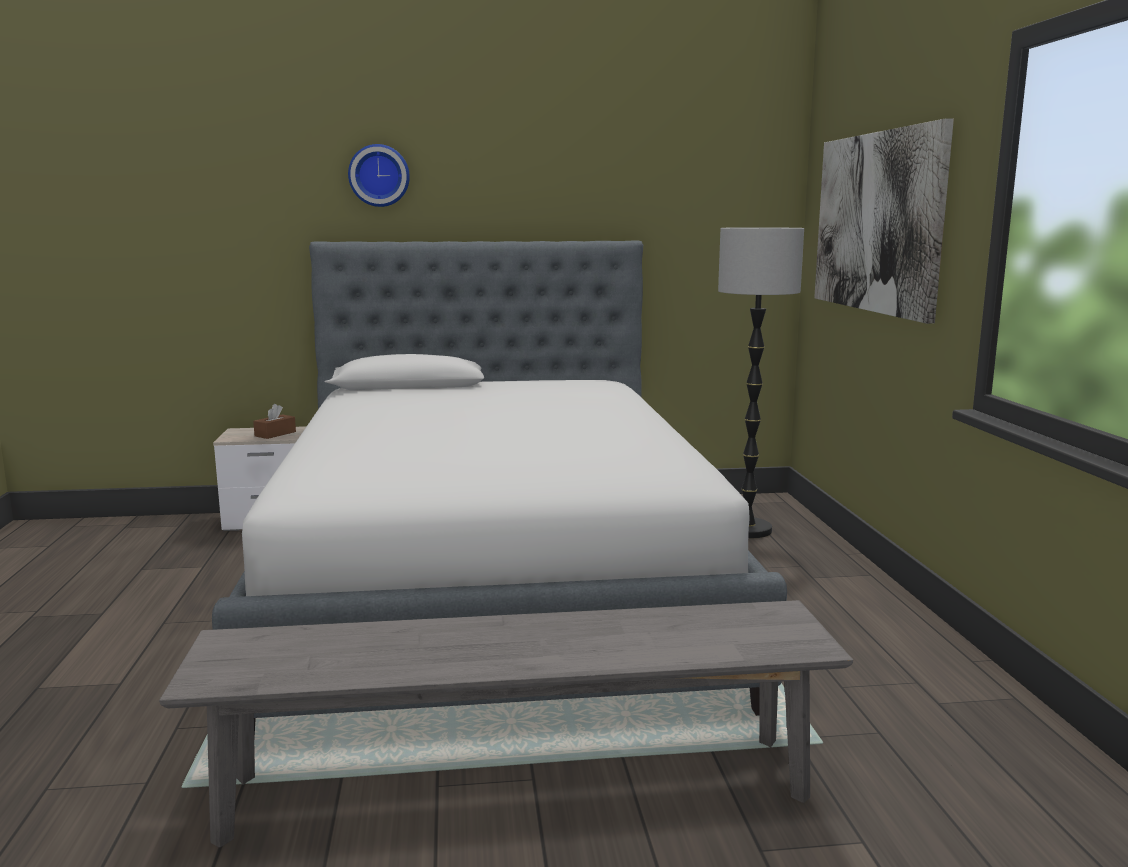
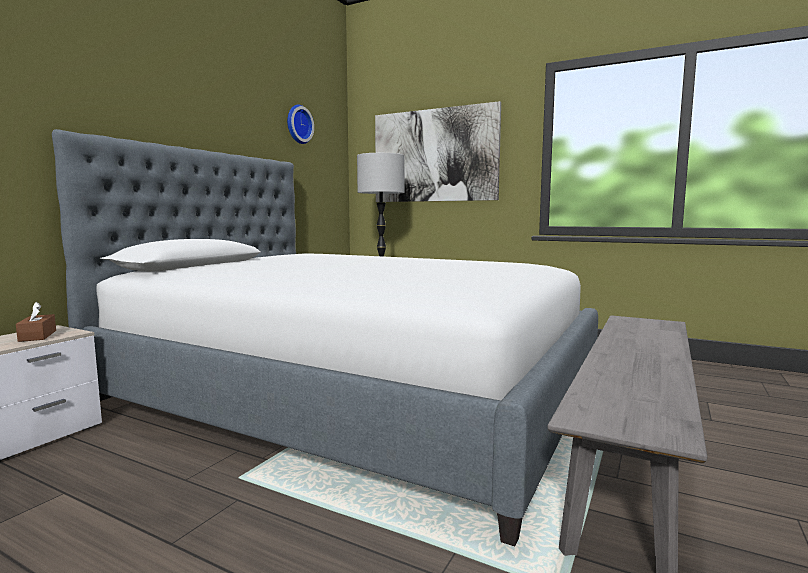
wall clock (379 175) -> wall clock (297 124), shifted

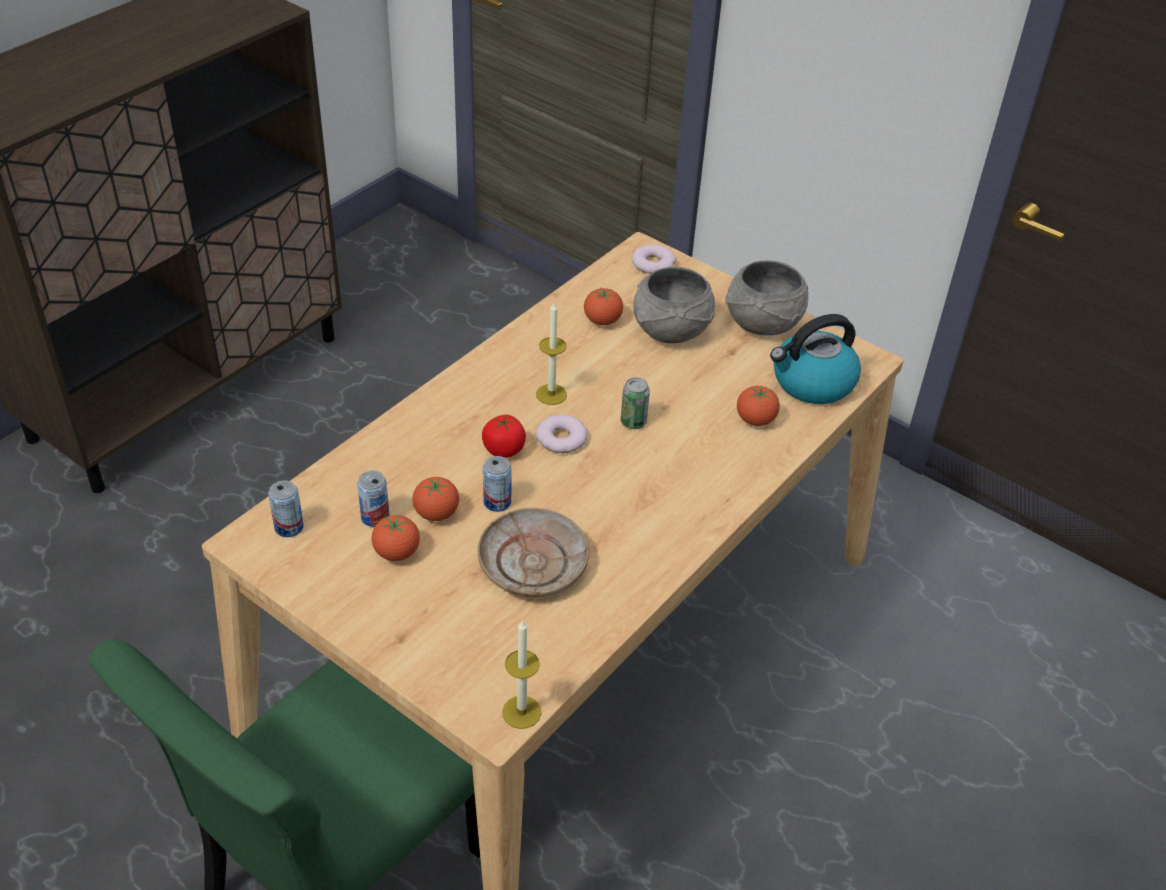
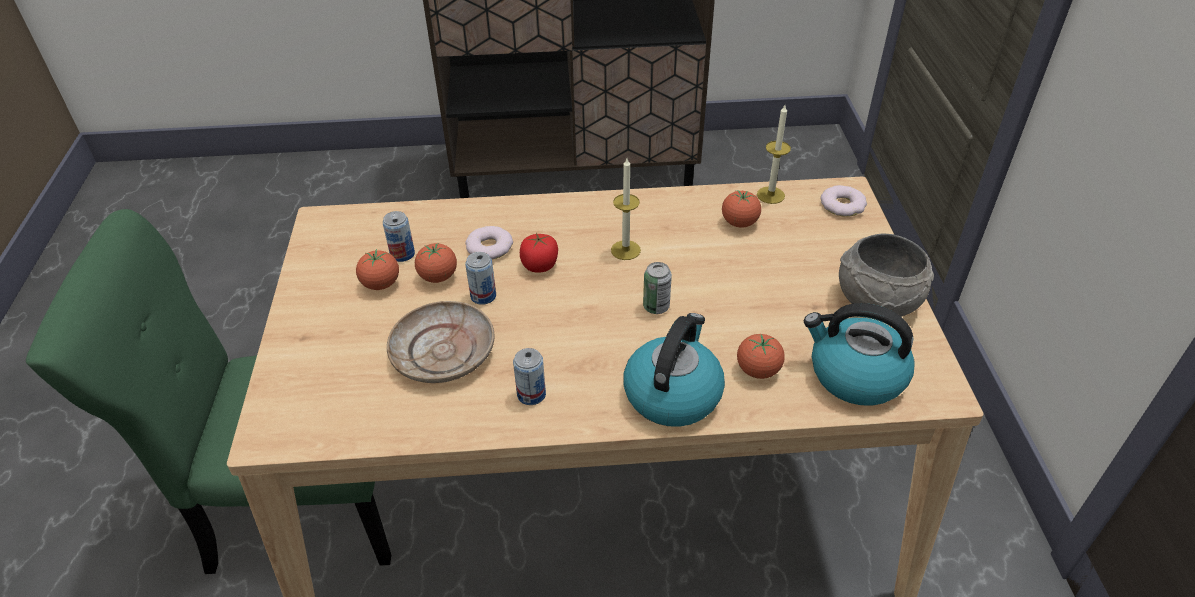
donut (561 438) -> donut (489 247), shifted
can (289 527) -> can (531 394), shifted
none -> kettle (672 393)
candle (521 712) -> candle (770 195), shifted
grey bowl (670 331) -> none

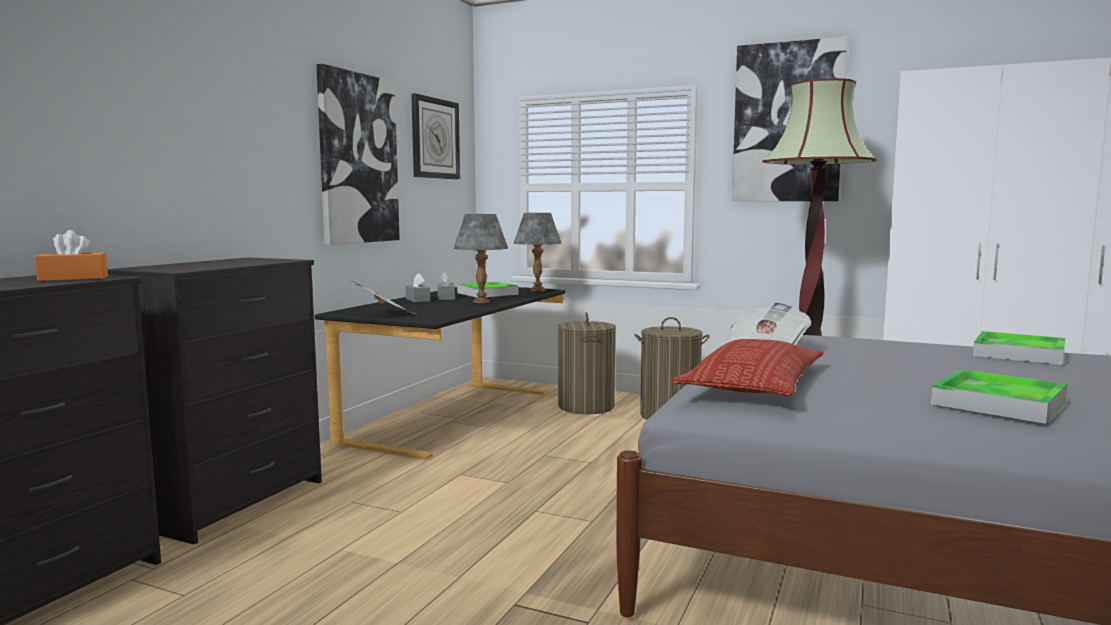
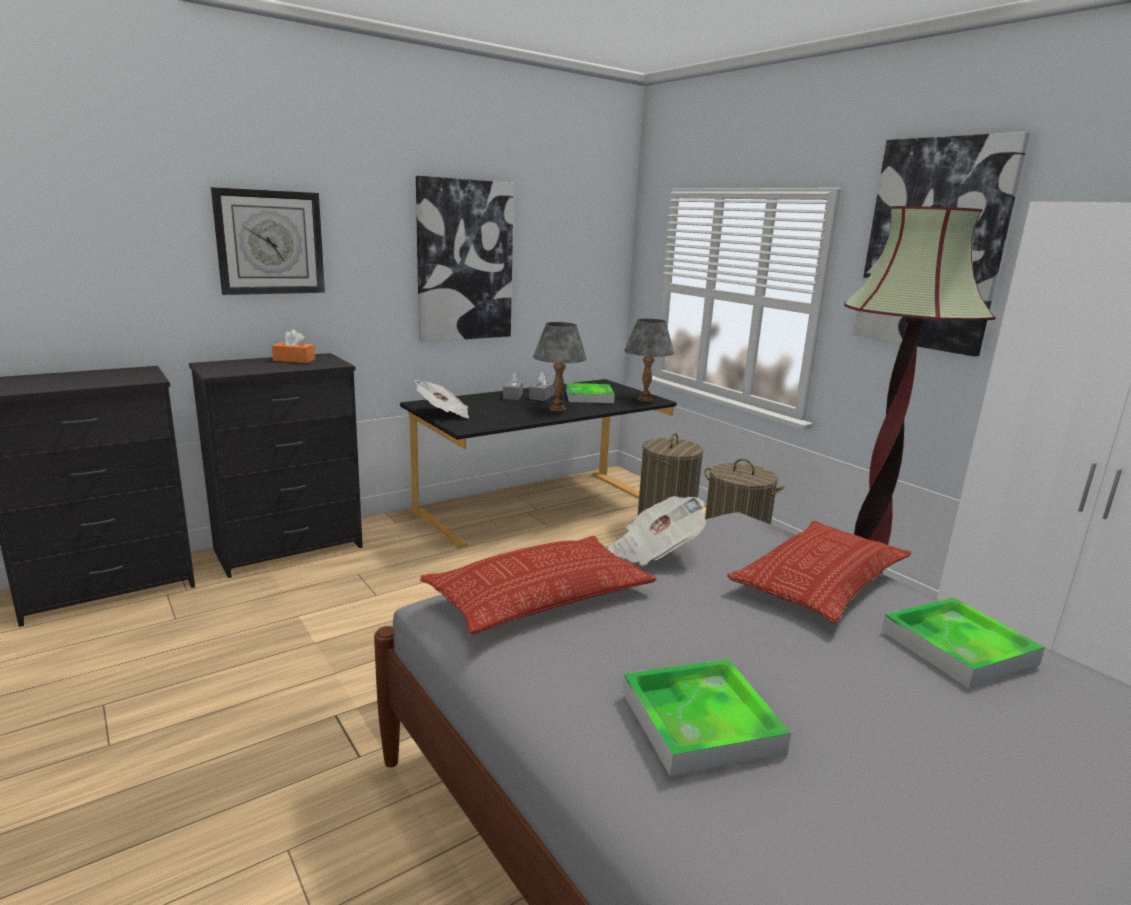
wall clock (435 138) -> wall clock (270 242), shifted
orange tissue box (73 278) -> orange tissue box (294 360), shifted
none -> pillow (820 580)

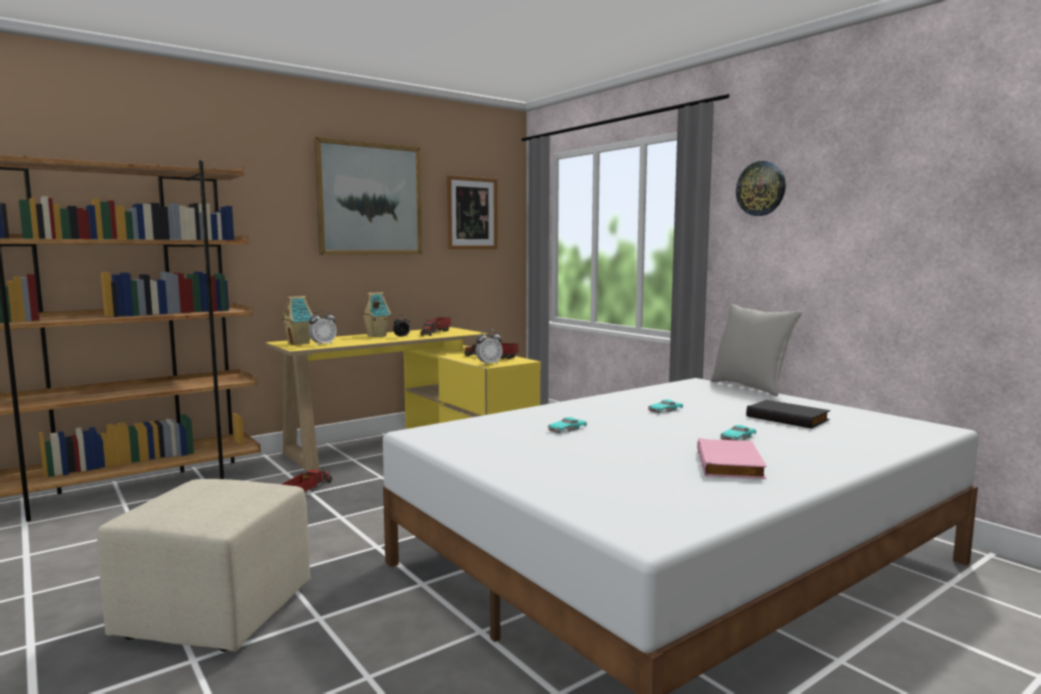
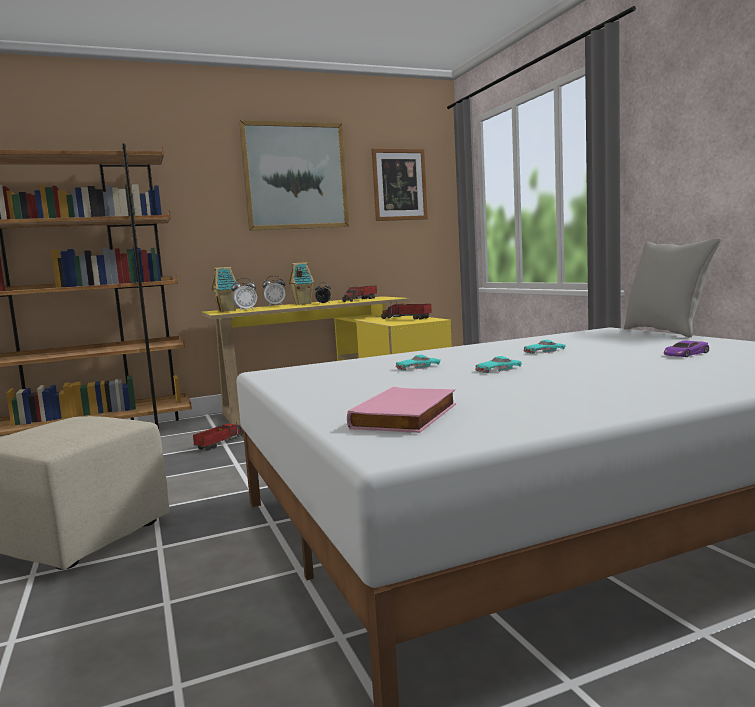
alarm clock (489 364) -> alarm clock (275 305), shifted
pink book (731 464) -> pink book (407 417), shifted
turquoise toy car (738 437) -> turquoise toy car (498 369), shifted
black book (788 418) -> purple toy car (686 354)
wall clock (761 188) -> none

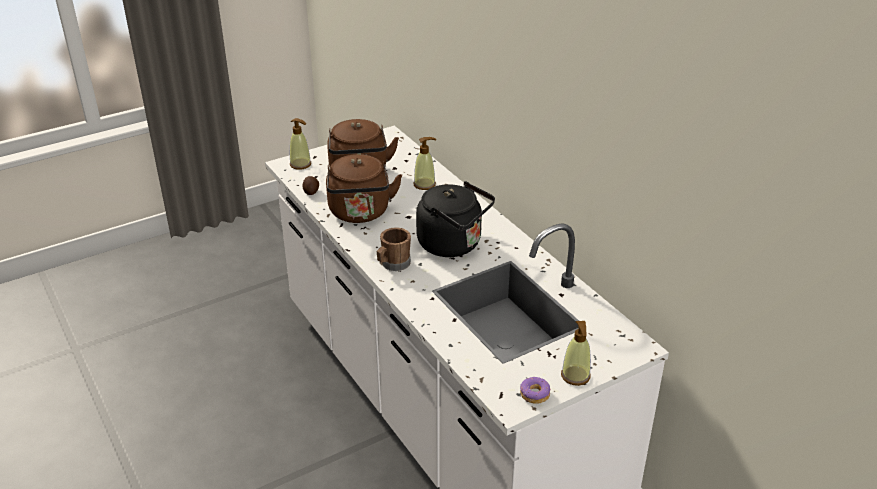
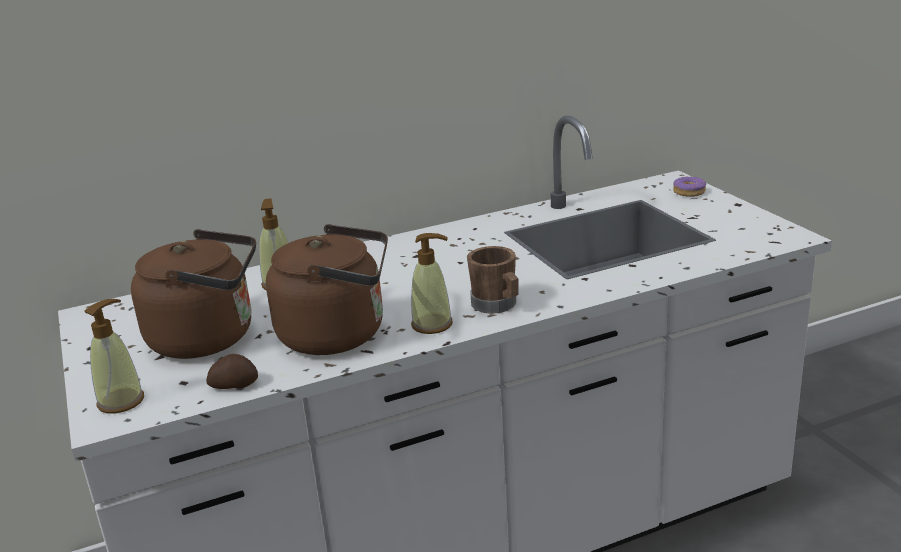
soap dispenser (575 376) -> soap dispenser (432 325), shifted
donut (535 394) -> donut (689 192), shifted
black kettle (453 245) -> none

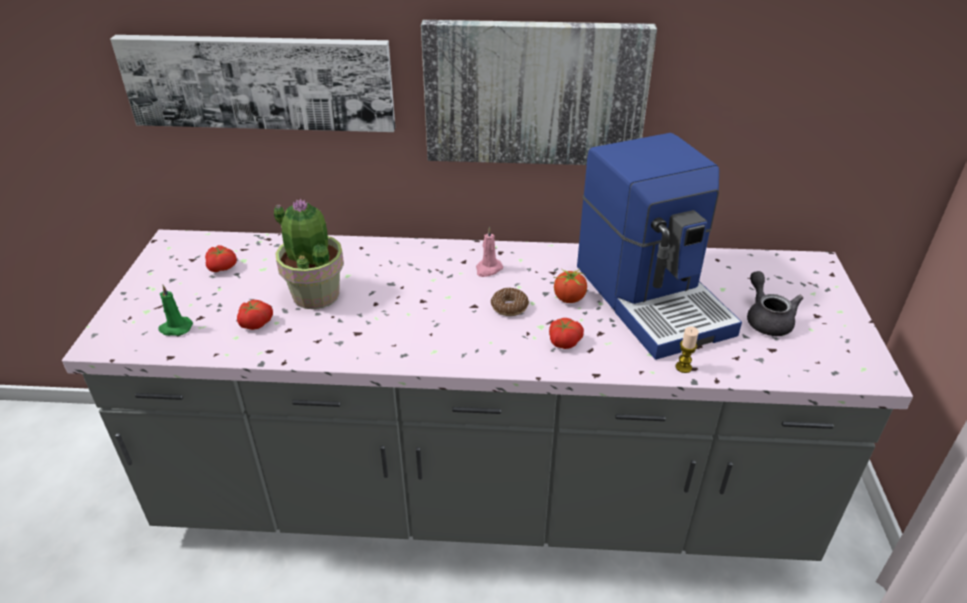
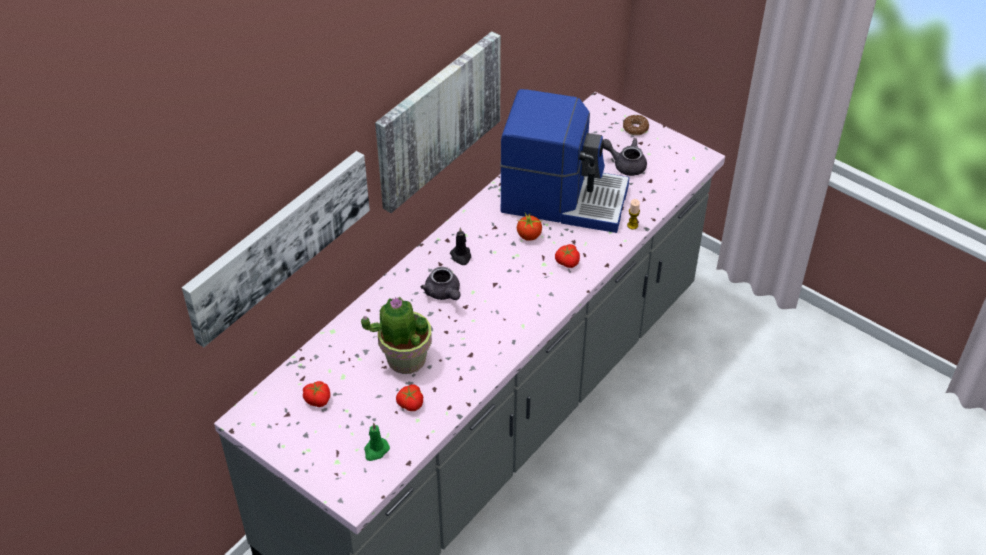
none -> grey teapot (443 293)
pink candle (488 269) -> black candle (461 256)
donut (509 307) -> donut (635 128), shifted

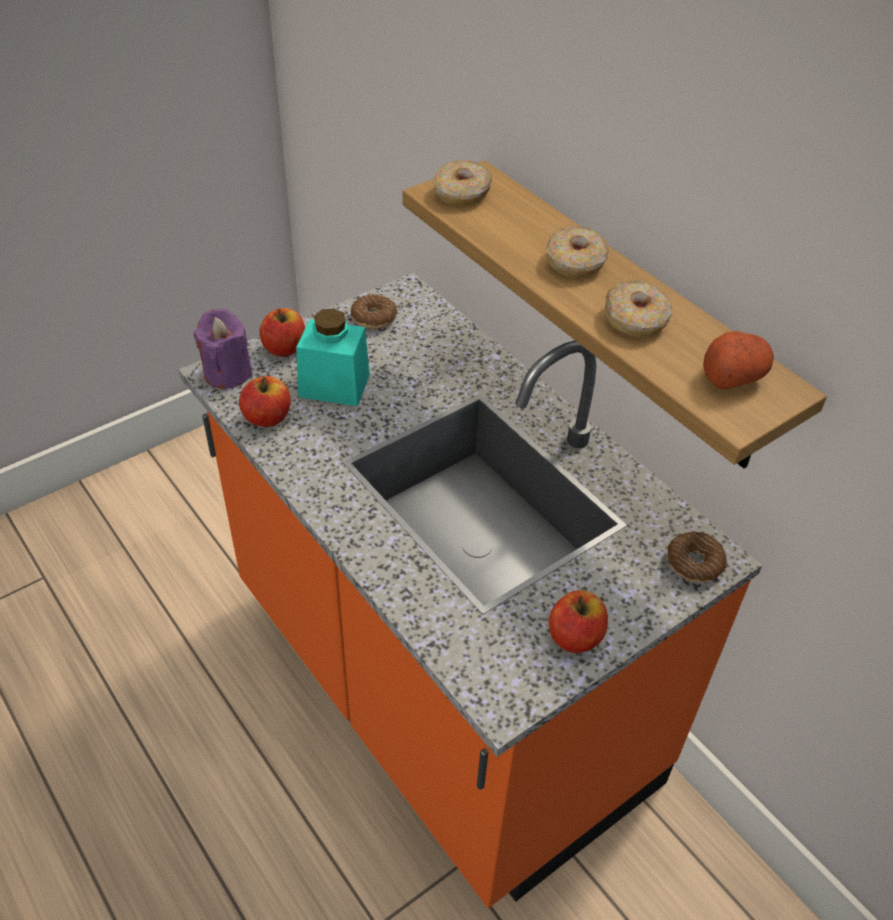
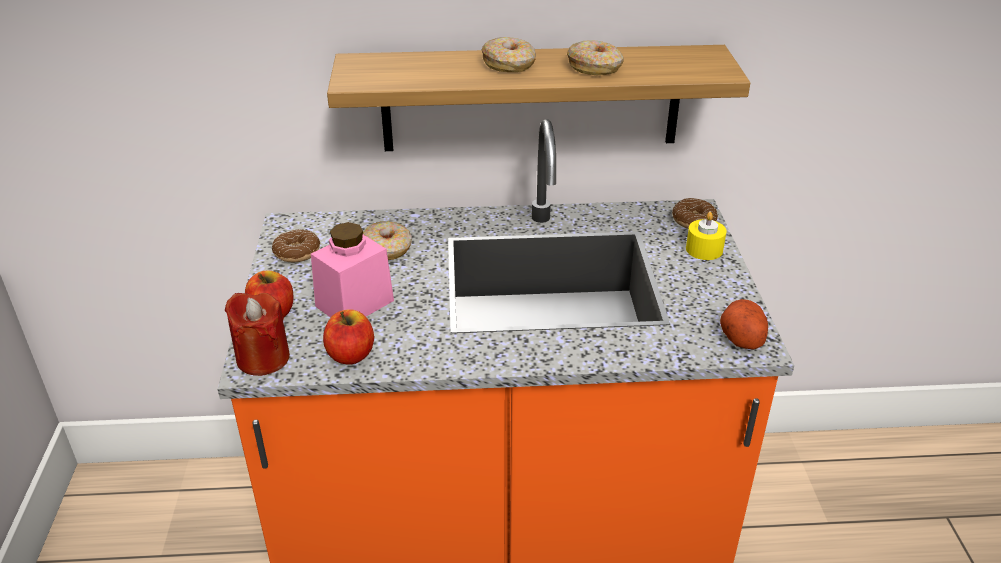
purple candle (227 373) -> red candle (263 358)
turquoise jar (334 385) -> pink jar (354 303)
donut (462 193) -> donut (387 248), shifted
none -> yellow candle (704 249)
potato (732 376) -> potato (741 336), shifted
apple (575 637) -> none

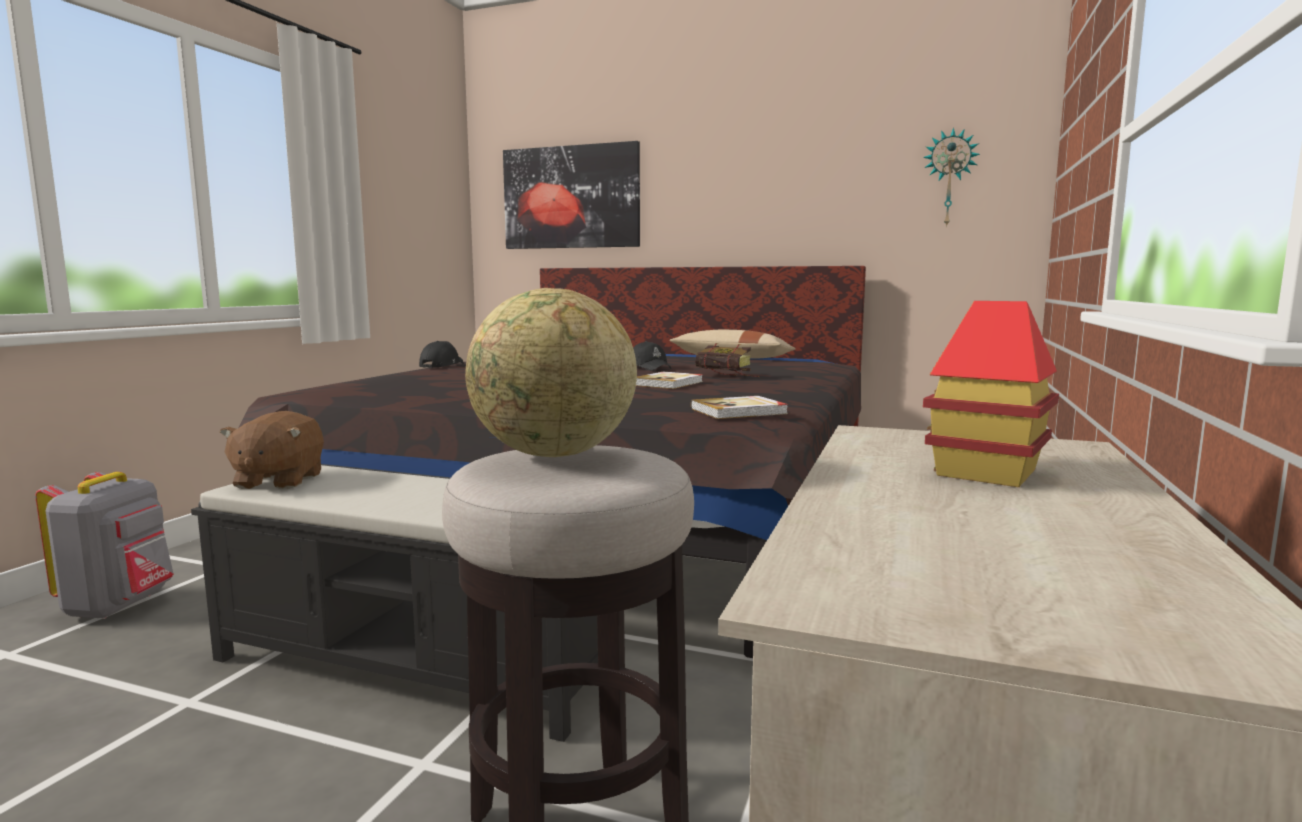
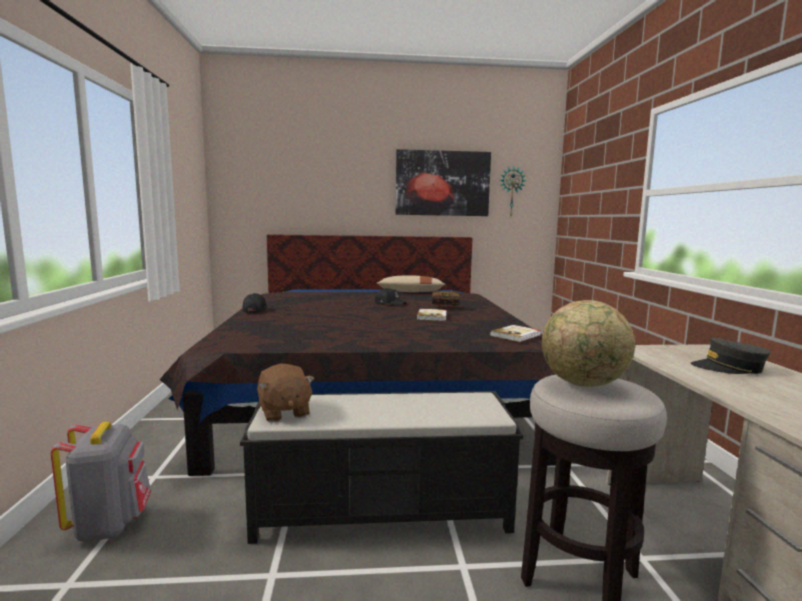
picture (571 197) -> picture (442 183), shifted
toy house (986 472) -> grey cap (728 368)

